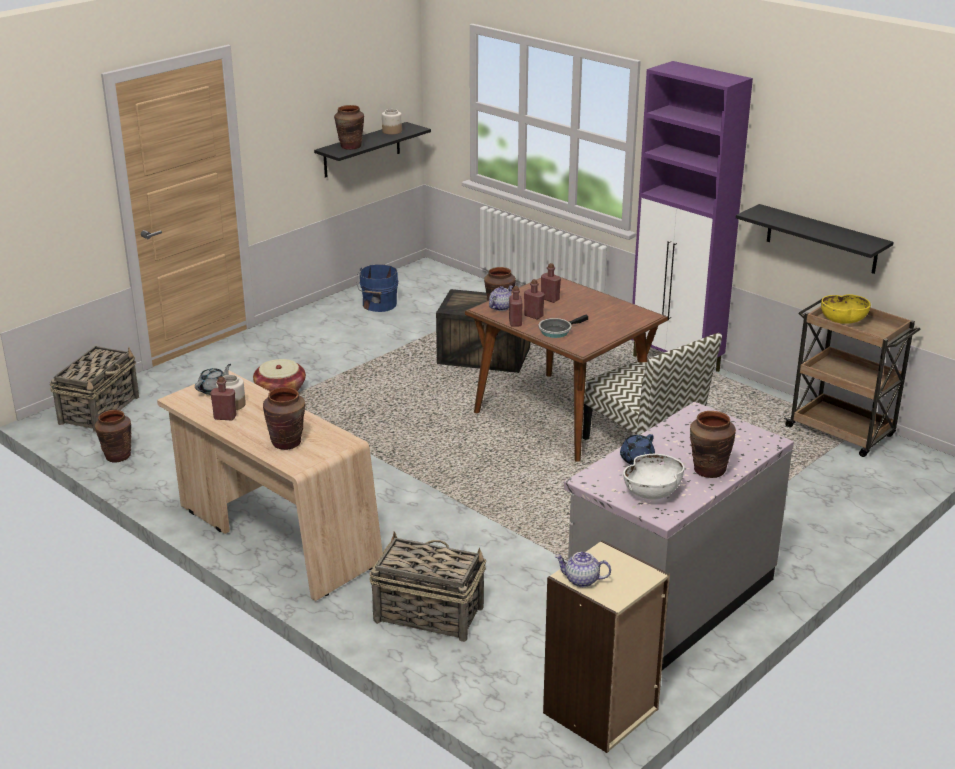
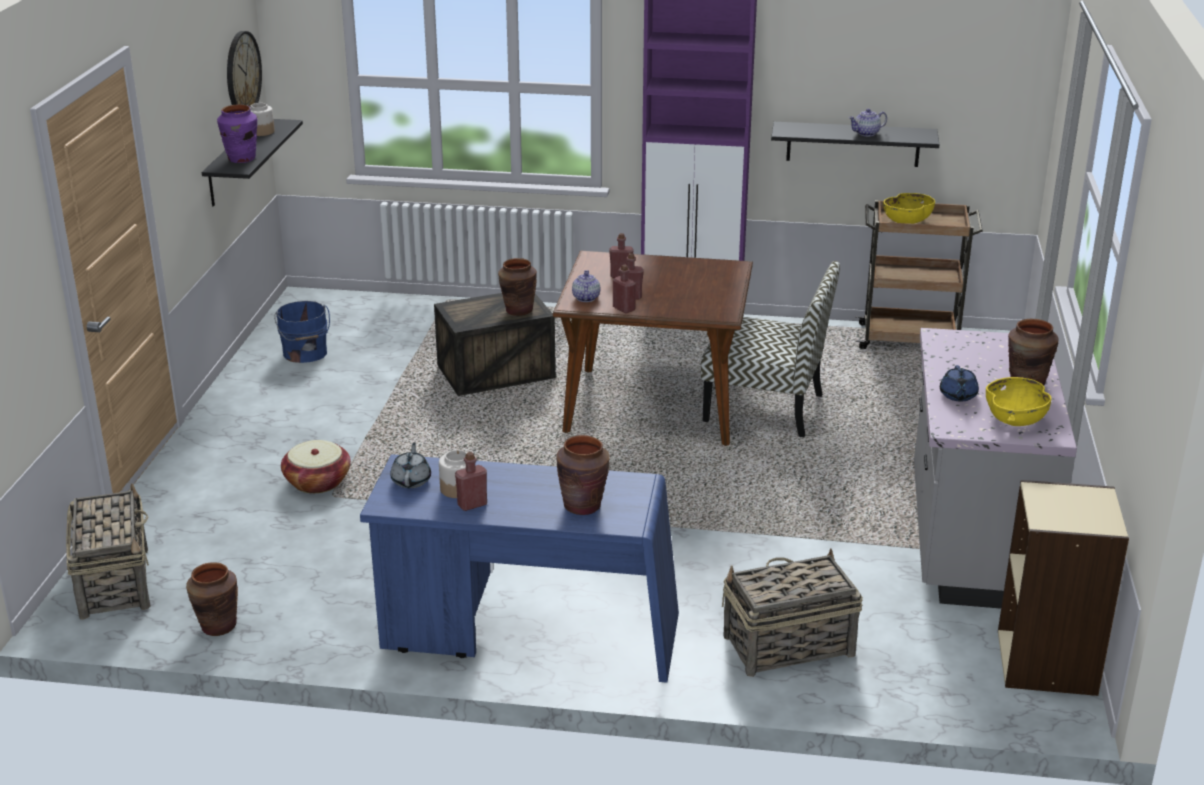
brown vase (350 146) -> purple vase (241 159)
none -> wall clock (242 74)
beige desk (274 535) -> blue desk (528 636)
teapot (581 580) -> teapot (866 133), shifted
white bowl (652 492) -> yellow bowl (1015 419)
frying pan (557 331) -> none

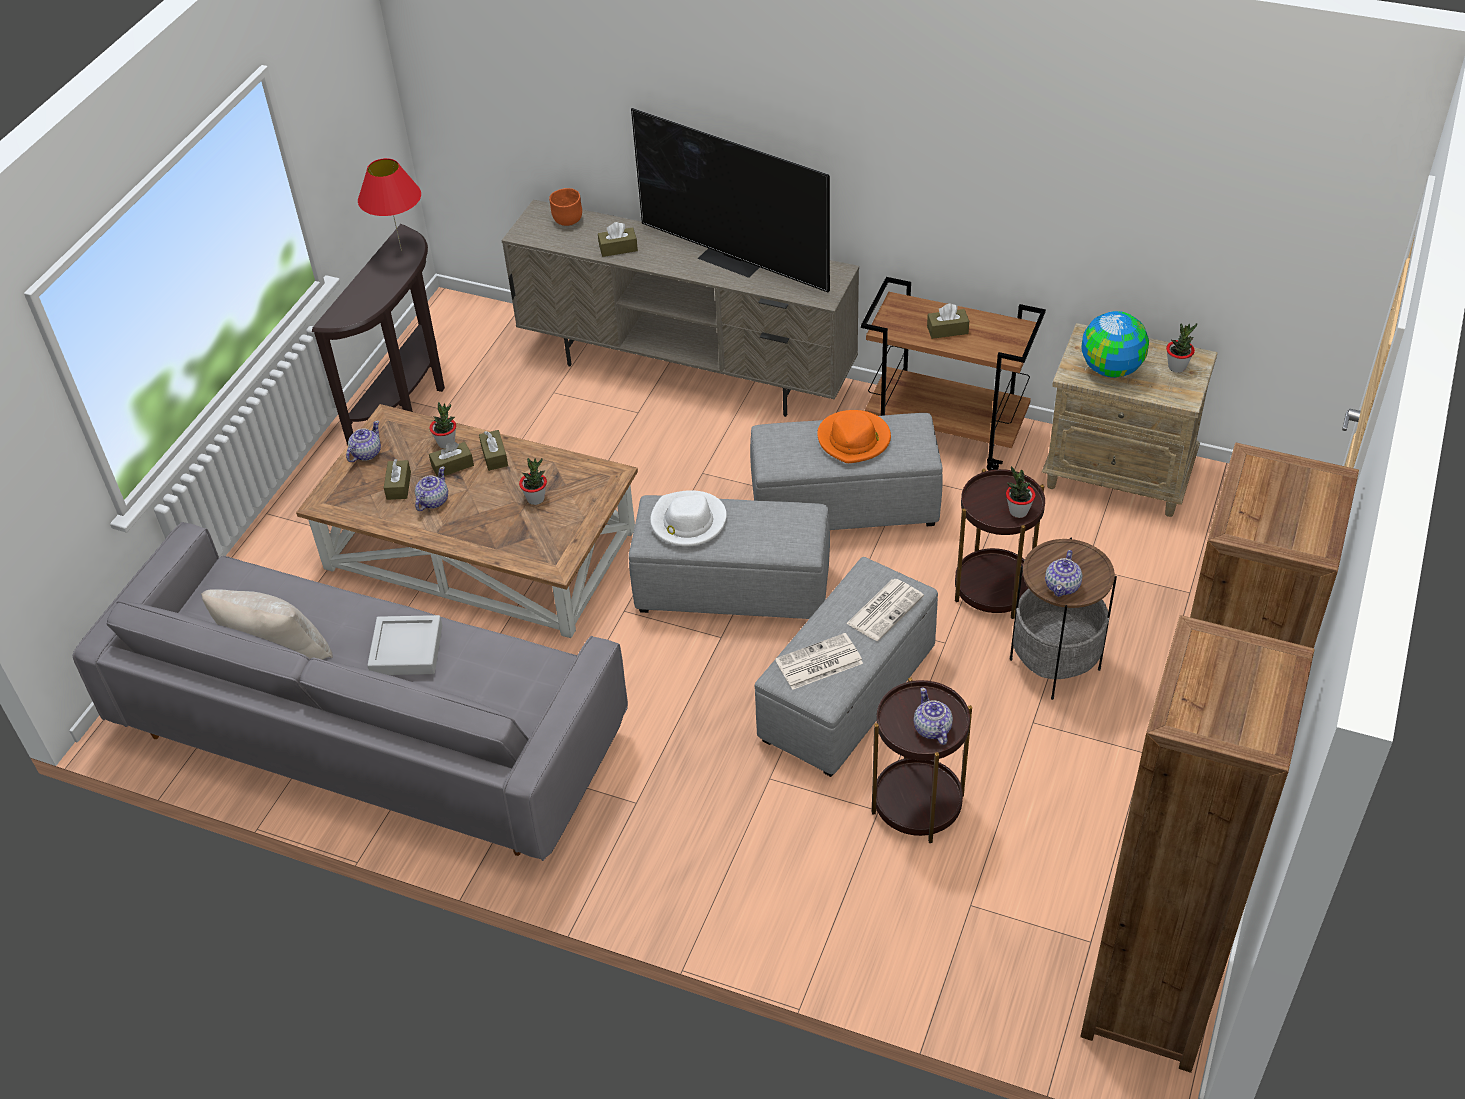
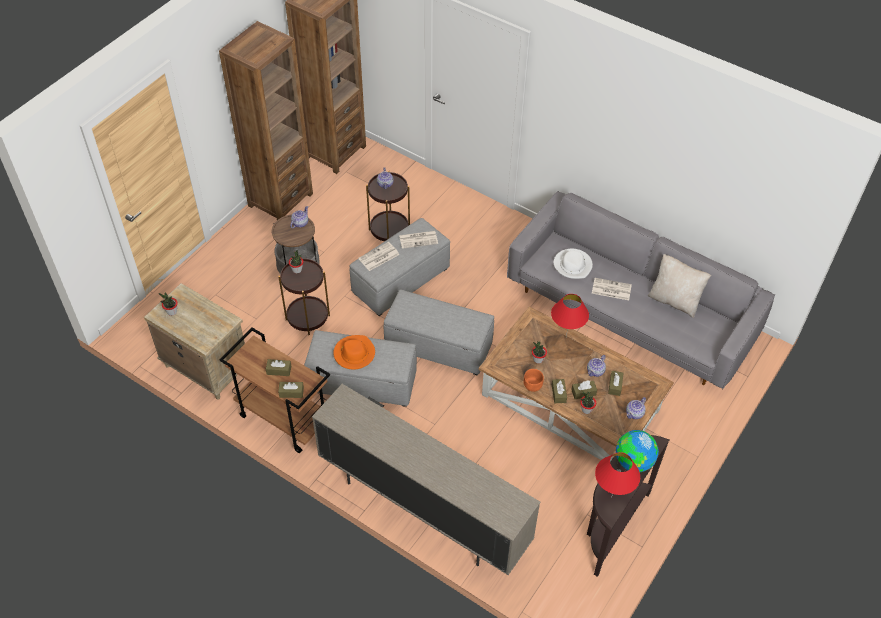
brown tissue box (618 248) -> brown tissue box (291 392), shifted
orange bowl (567 220) -> orange bowl (532 387), shifted
none -> red table lamp (566 337)
white hat (688 522) -> white hat (573 265), shifted
grey tray (406 650) -> newspaper (610 289)
globe (1111 368) -> globe (633 462), shifted
television (733 259) -> none

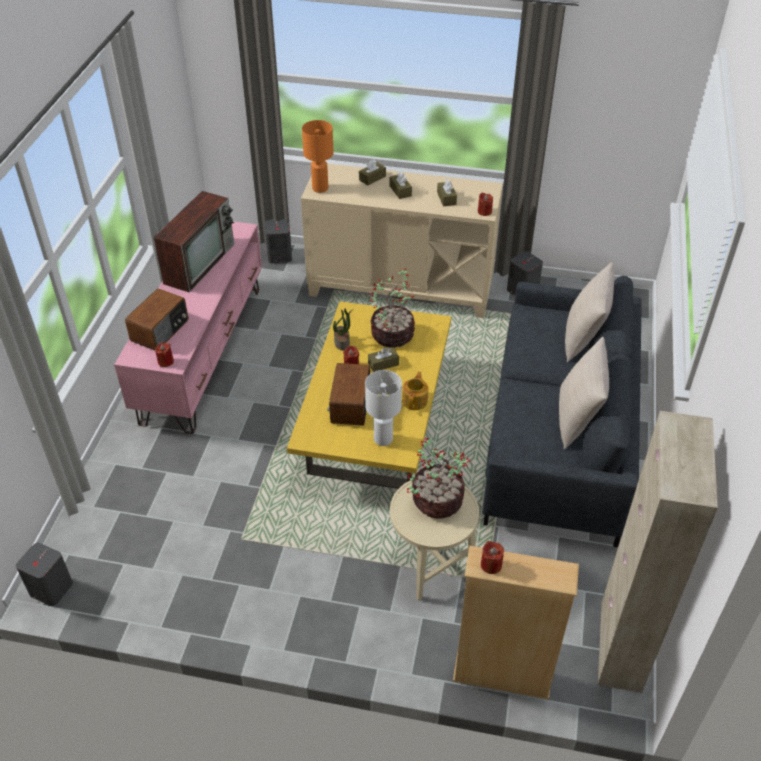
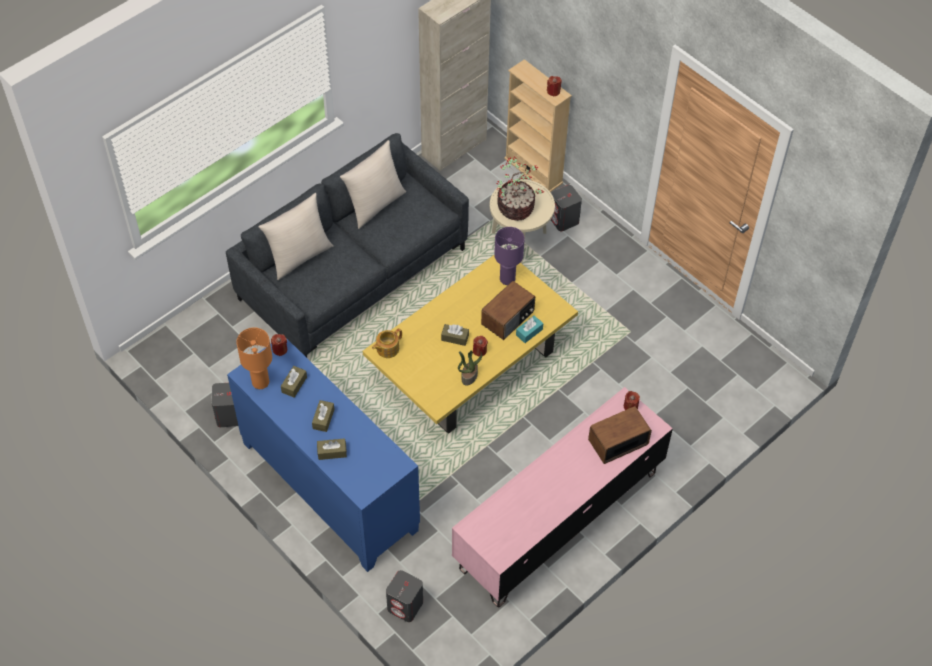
beige cabinet (401 287) -> blue cabinet (328 487)
orange table lamp (319 188) -> orange table lamp (260 382), shifted
teapot (415 400) -> teapot (387 349), shifted
white table lamp (383 439) -> purple table lamp (508 279)
none -> turquoise tissue box (529 332)
grey speaker (50 588) -> grey speaker (564 220), shifted
television (200 262) -> none
potted plant (393 334) -> none

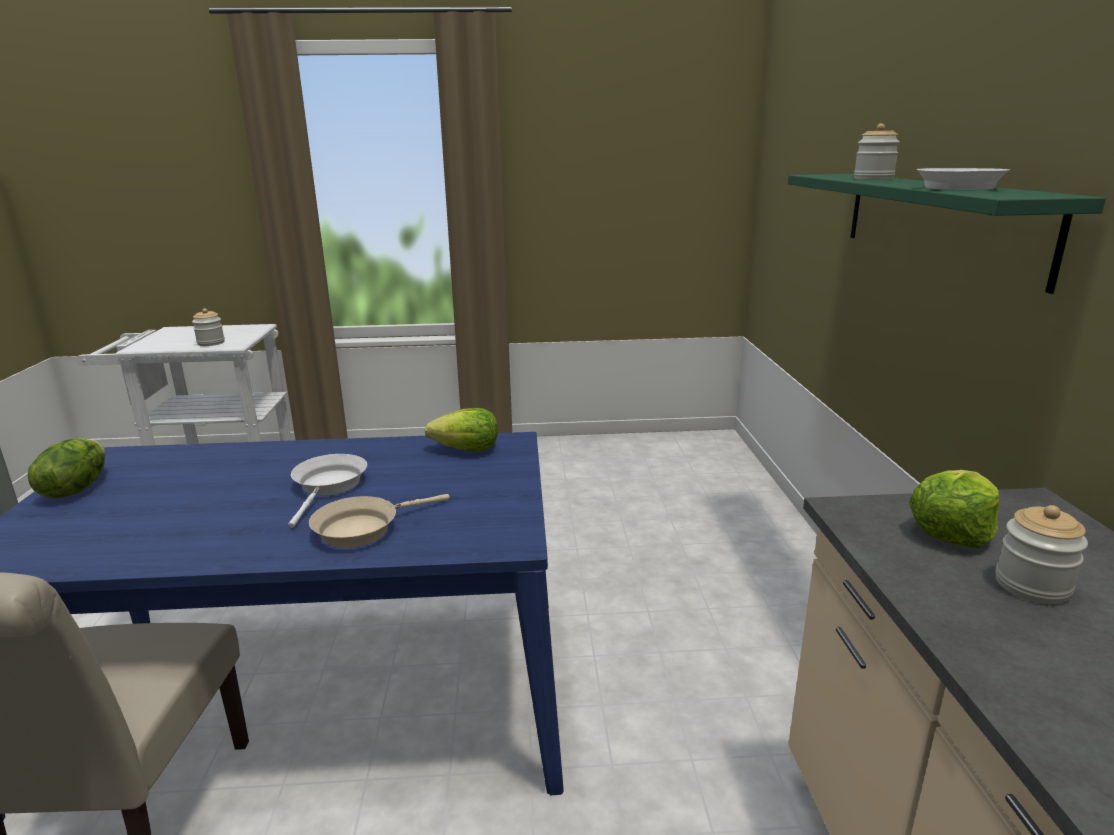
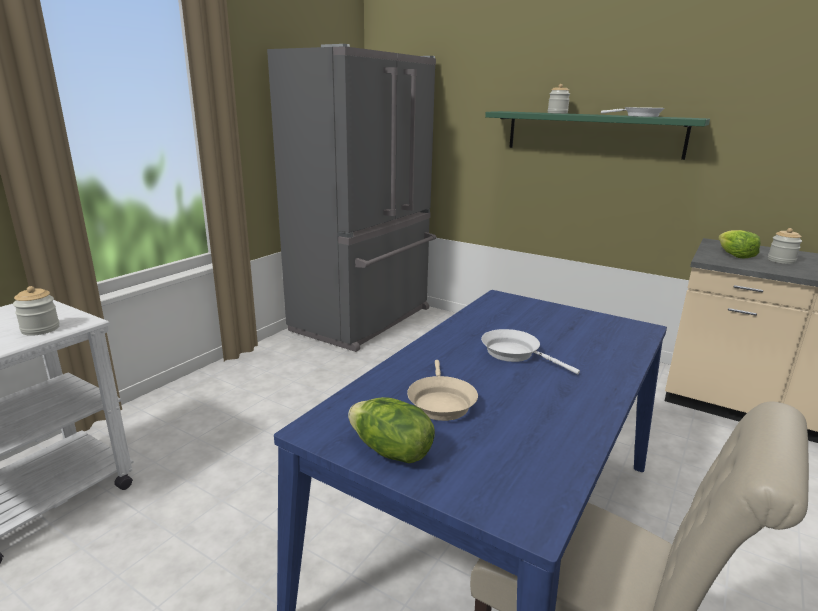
none -> grey fridge (365 320)
beige frying pan (363 528) -> beige frying pan (440 402), shifted
lettuce (467 449) -> none

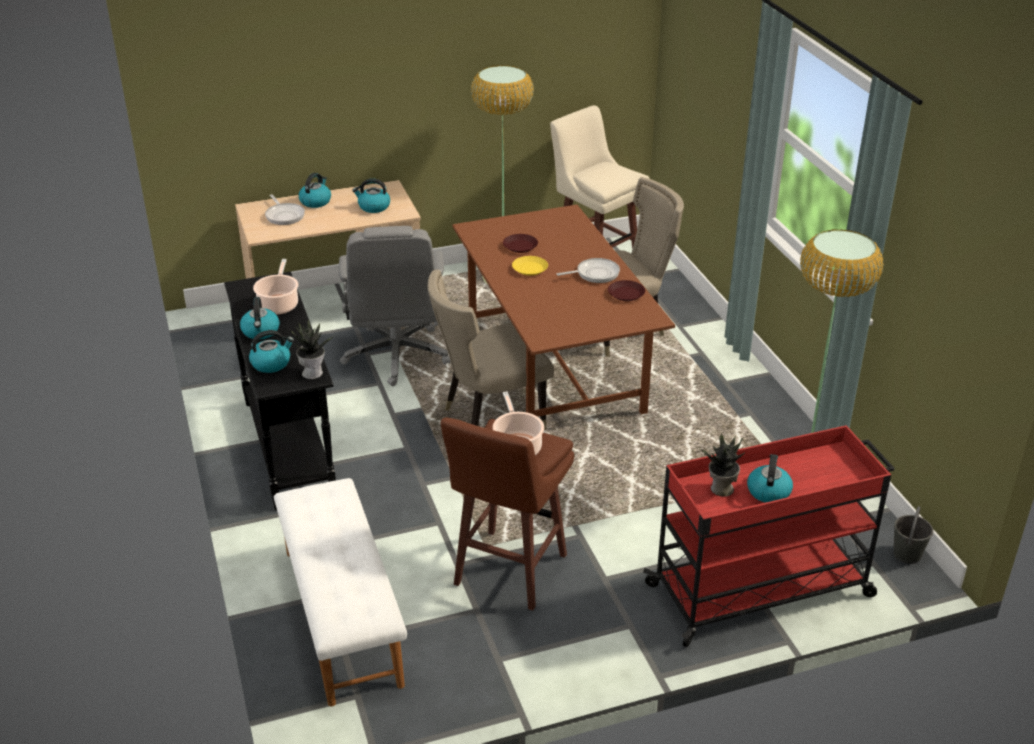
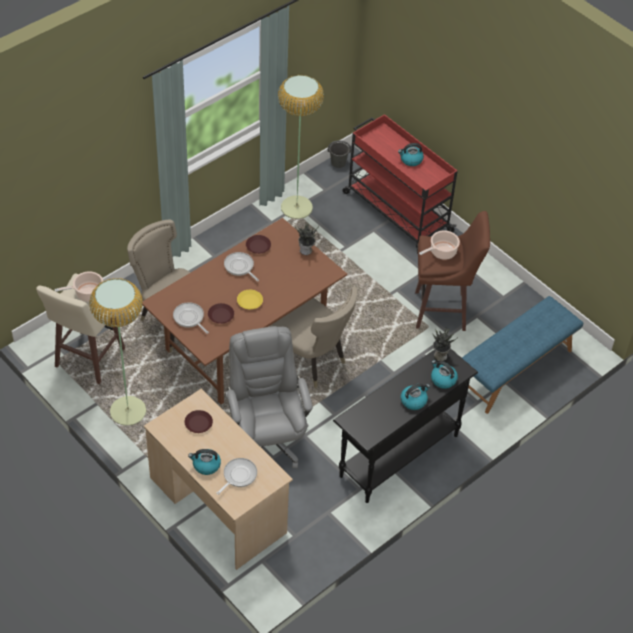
cooking pot (279 304) -> cooking pot (87 293), shifted
none -> frying pan (189 318)
kettle (373 207) -> brown plate (198 423)
grey office chair (397 356) -> grey office chair (266 438), 75 degrees counterclockwise
potted plant (721 489) -> potted plant (306 250), shifted
white bench (341 616) -> blue bench (515 369)

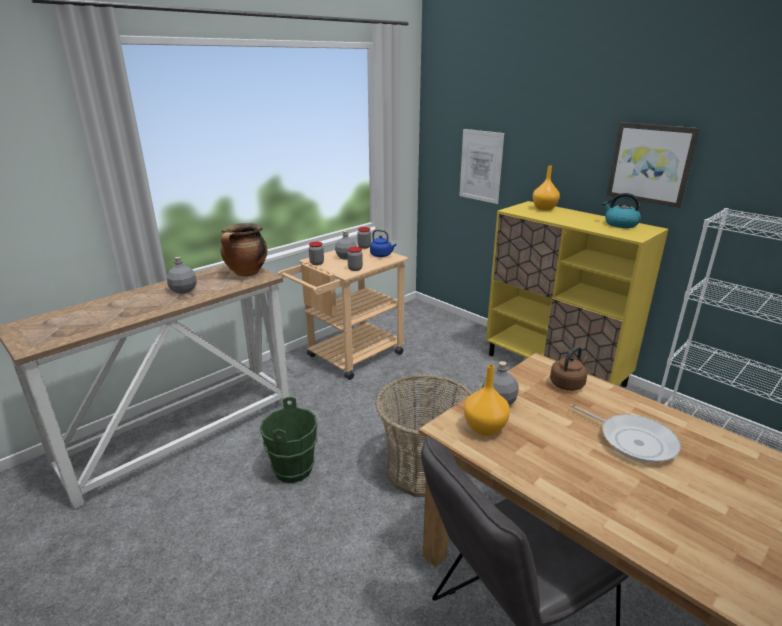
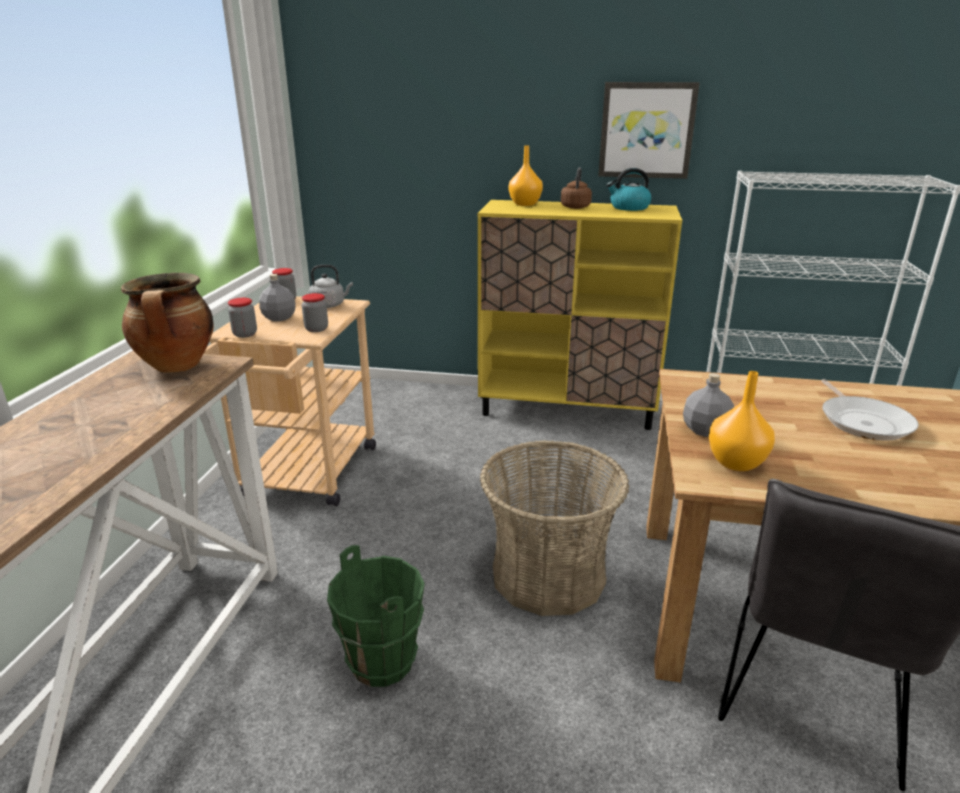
blue kettle (382 255) -> grey kettle (330 305)
brown kettle (568 384) -> brown kettle (575 207), shifted
frying pan (633 441) -> frying pan (863 421), 75 degrees clockwise
grey bottle (183 290) -> none
picture (481 166) -> none

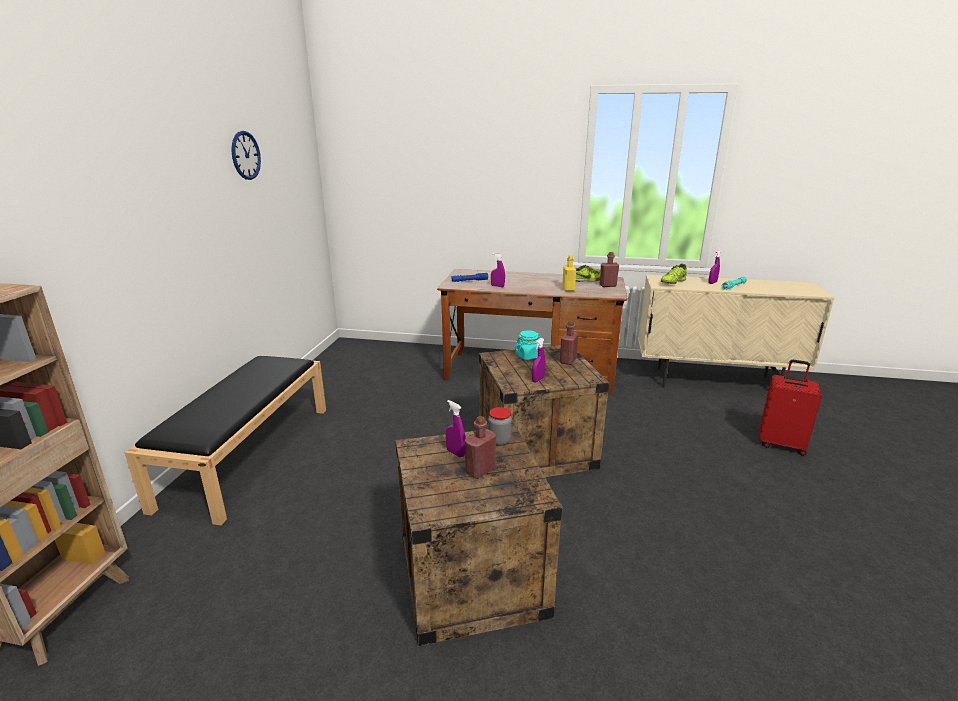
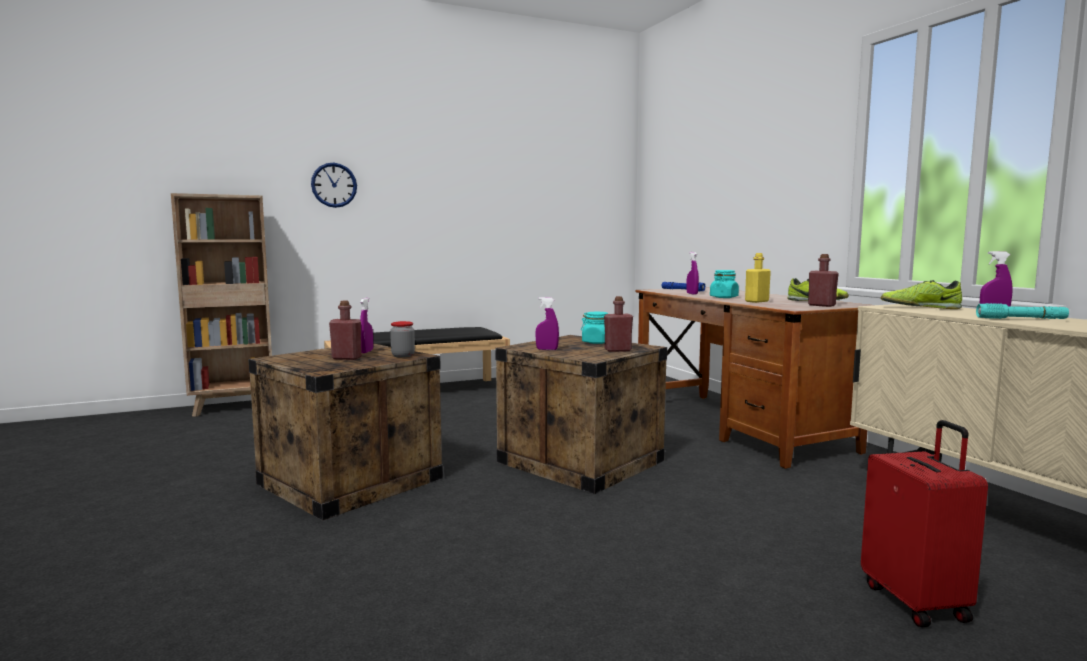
wall clock (245 155) -> wall clock (334 185), shifted
none -> turquoise jar (724 297)

